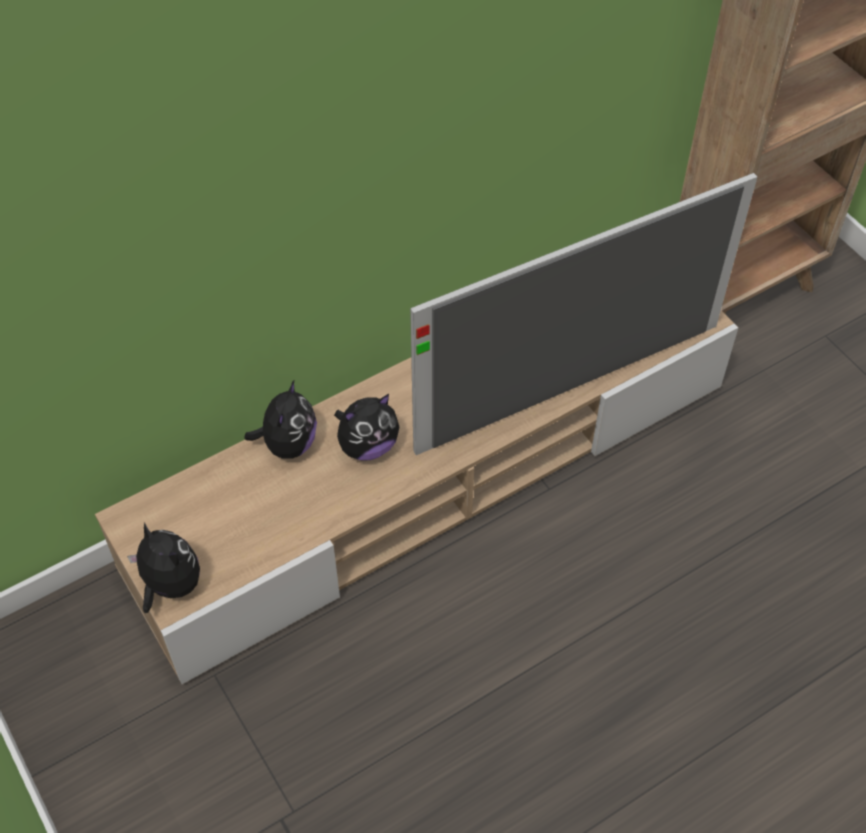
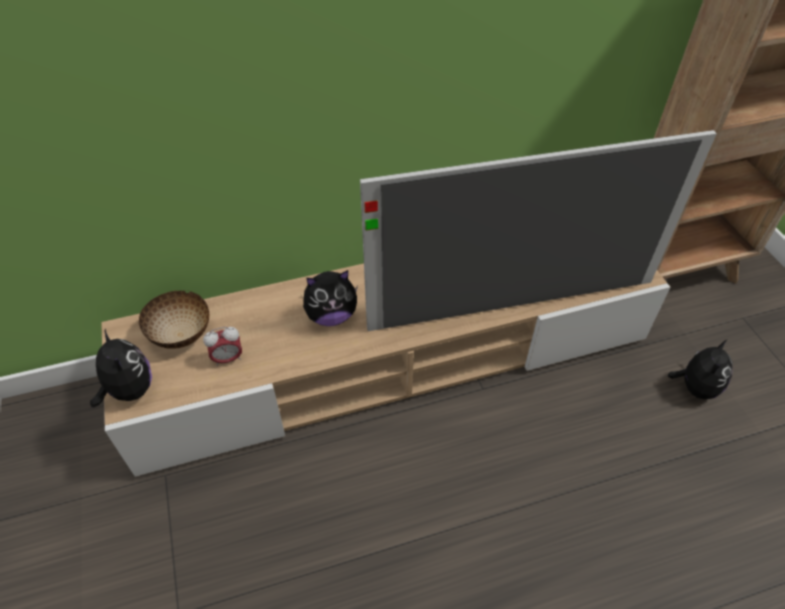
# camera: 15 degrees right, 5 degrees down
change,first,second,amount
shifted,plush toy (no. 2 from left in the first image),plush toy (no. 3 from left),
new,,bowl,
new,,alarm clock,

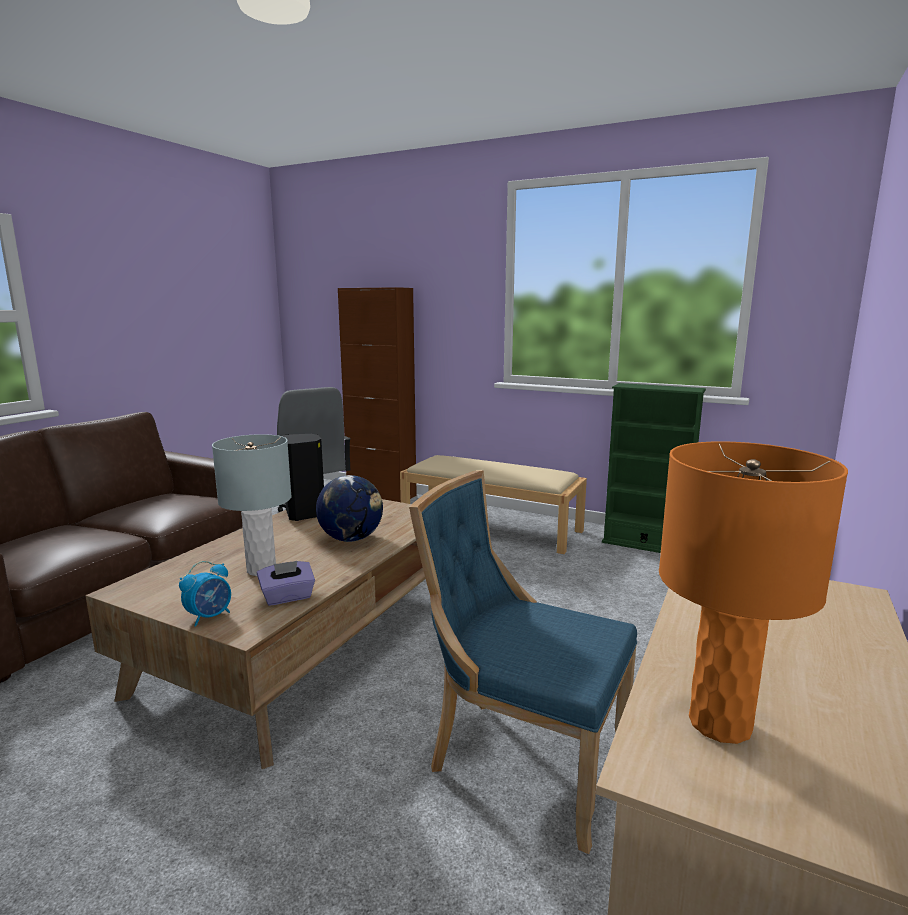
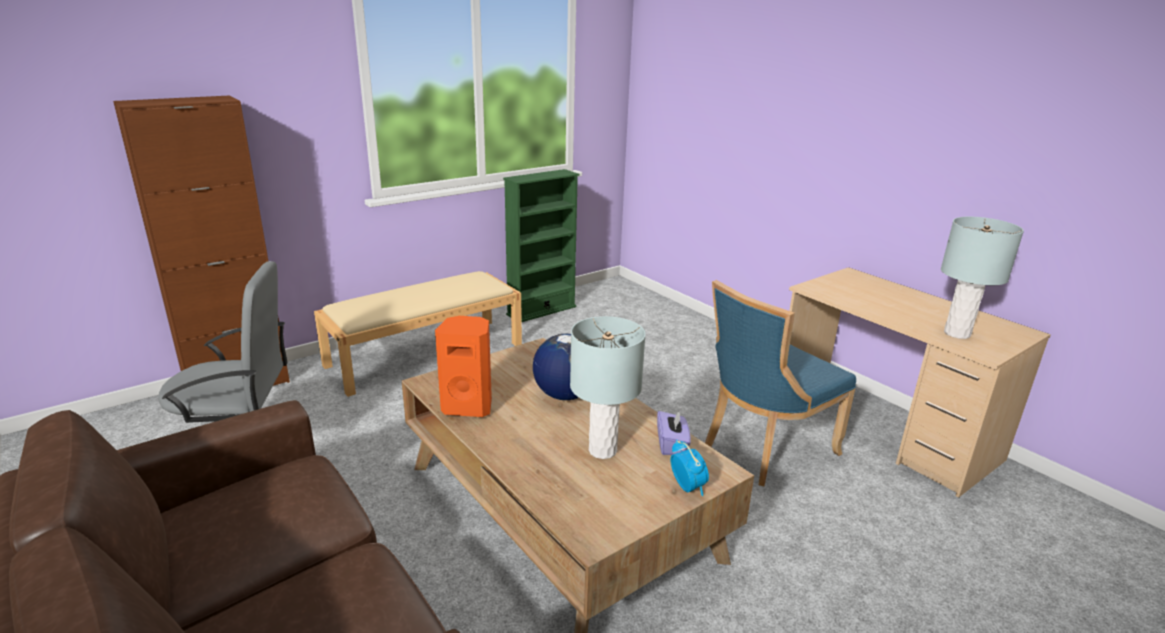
# camera: 65 degrees left, 10 degrees up
change,first,second,amount
repainted,speaker (black),speaker (orange),
repainted,table lamp (orange),table lamp (grey) (no. 2 from left),

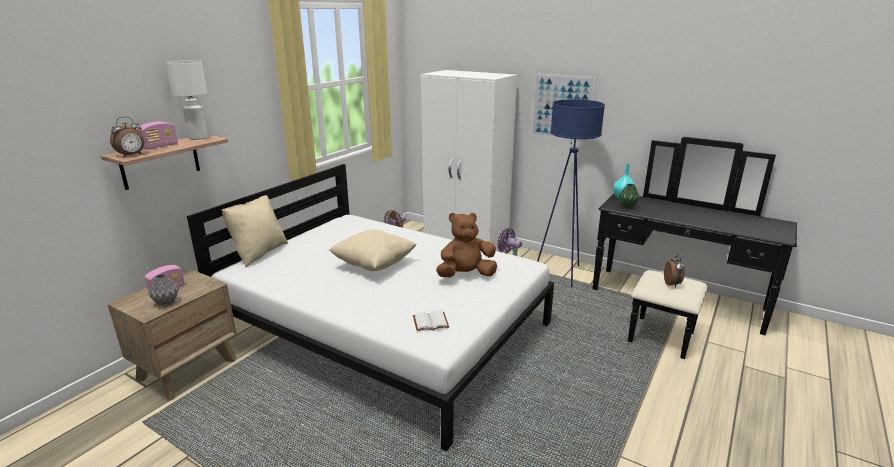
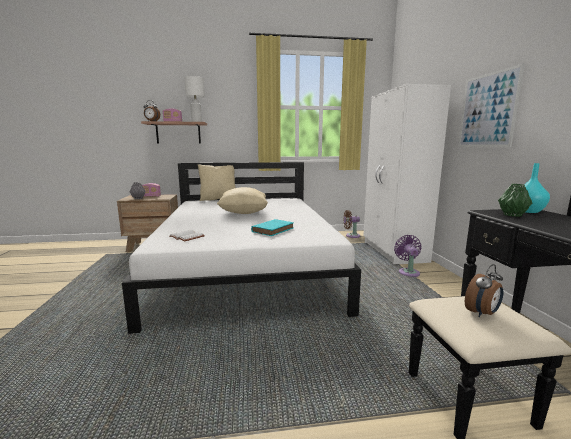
# camera: 50 degrees right, 10 degrees down
change,first,second,amount
gone,floor lamp (blue),,
swapped,plush toy (brown),book (turquoise),

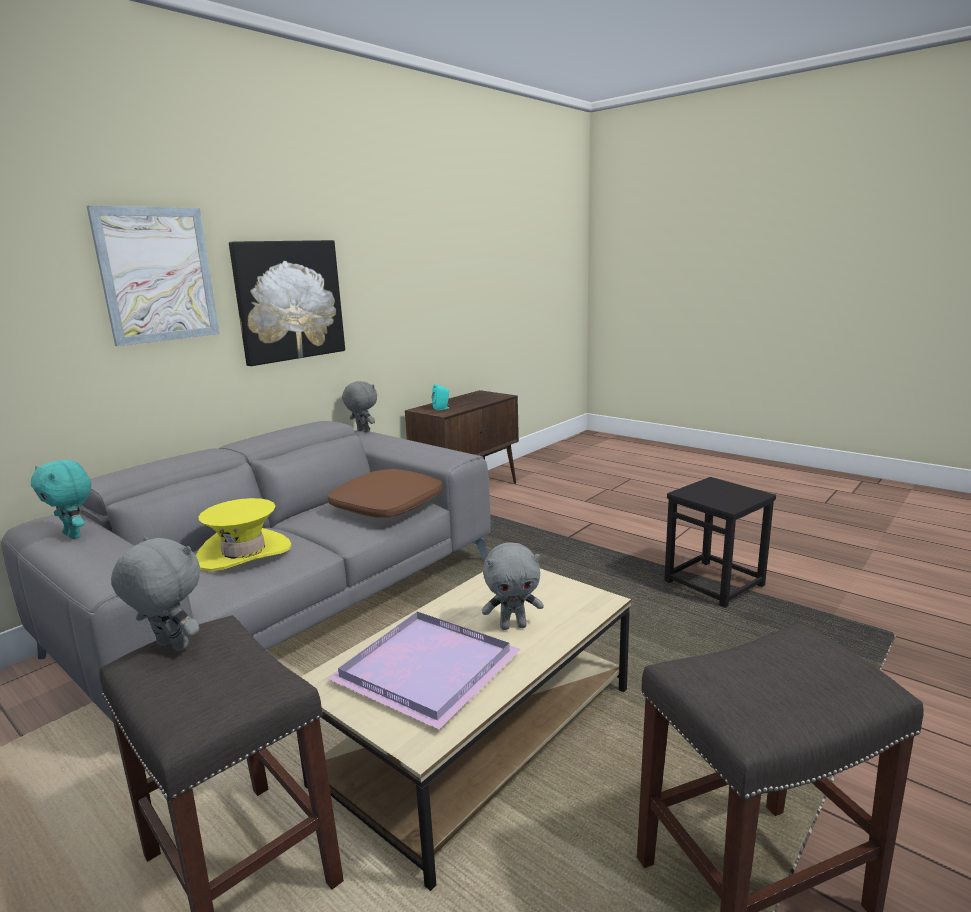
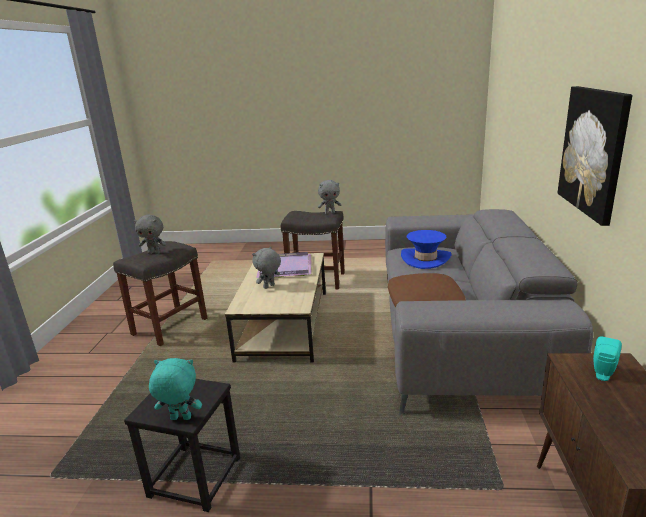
# camera: 145 degrees right, 5 degrees up
change,first,second,amount
gone,picture (no. 1 from left),,
shifted,plush toy (grey) (no. 2 from left in the first image),plush toy (grey) (no. 1 from left),
shifted,plush toy (turquoise),,
repainted,hat (yellow),hat (blue),

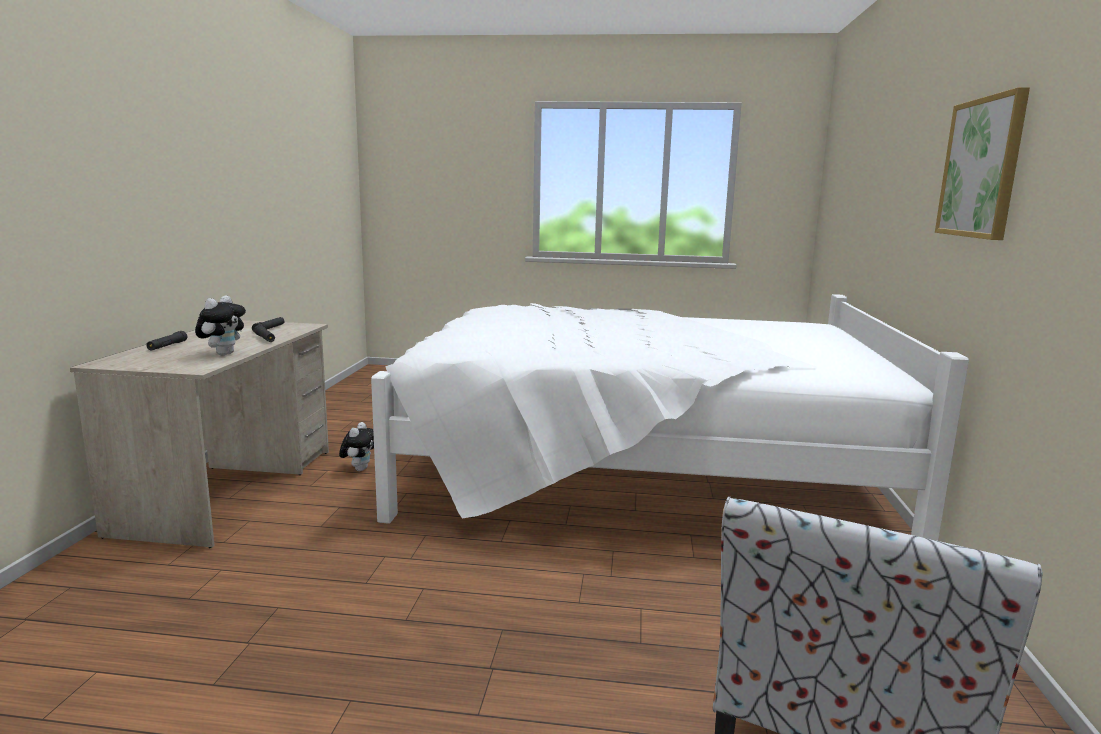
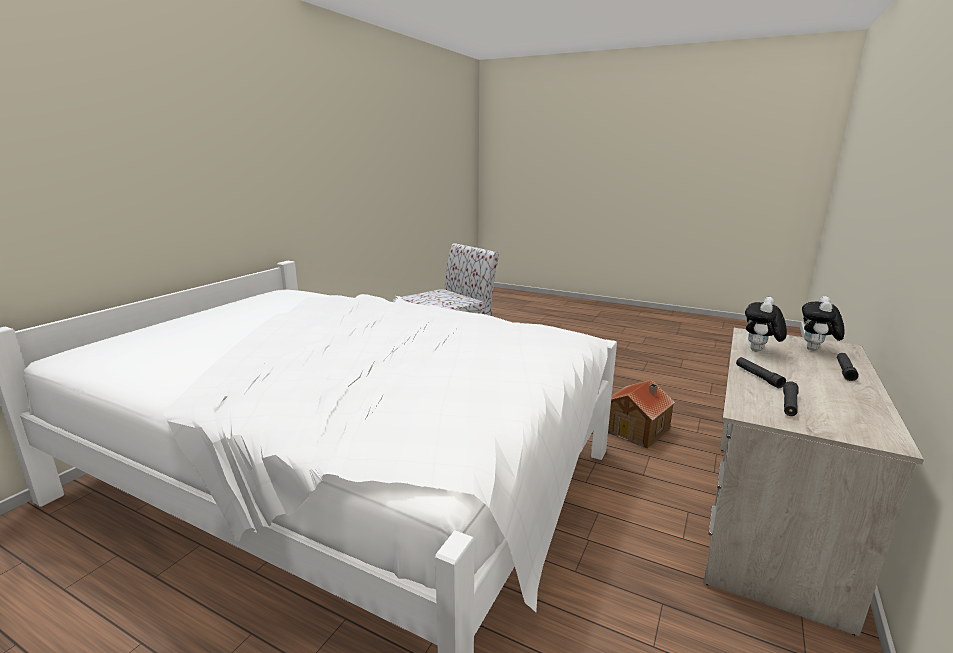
# camera: 160 degrees left, 5 degrees up
change,first,second,amount
gone,picture,,
shifted,plush toy (no. 2 from left),,
new,,toy house,

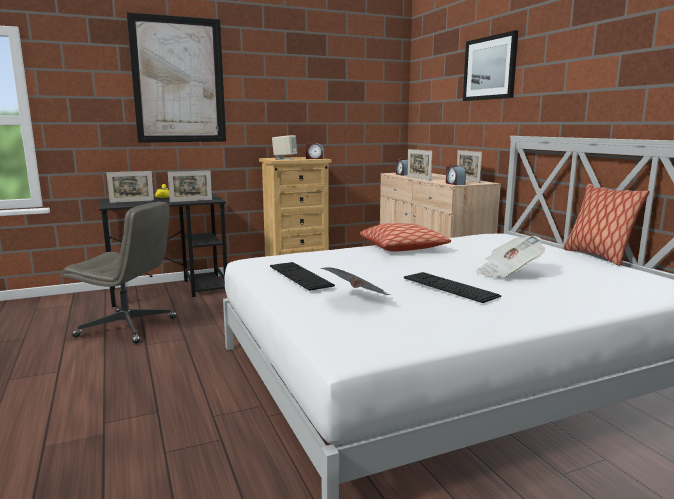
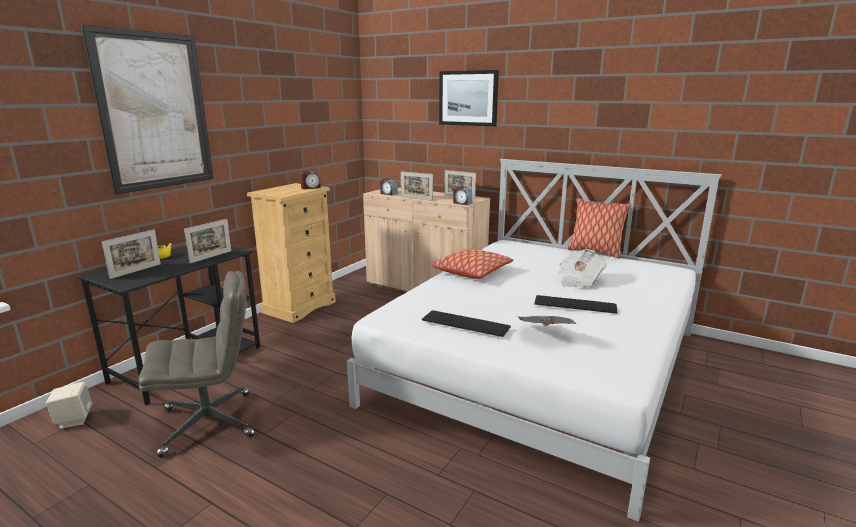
# camera: 35 degrees left, 5 degrees up
change,first,second,amount
shifted,speaker (beige),,

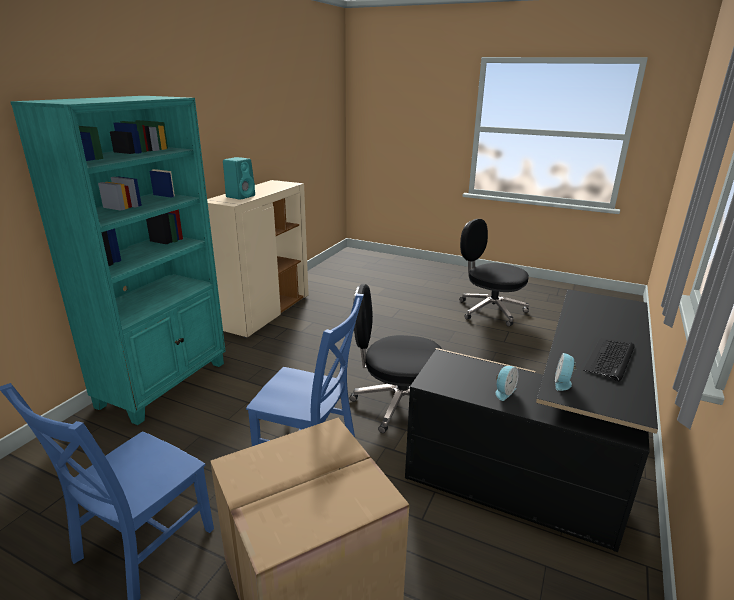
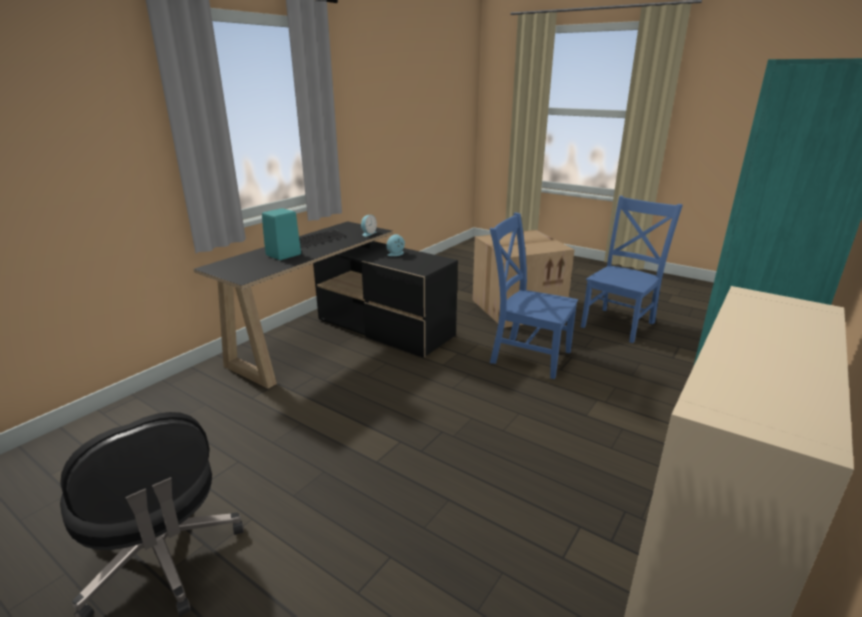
# camera: 170 degrees left, 0 degrees up
change,first,second,amount
shifted,speaker (turquoise),,
gone,office chair (black) (no. 1 from left),,

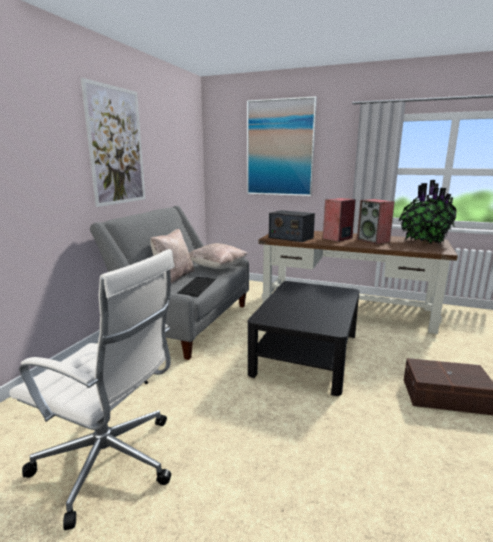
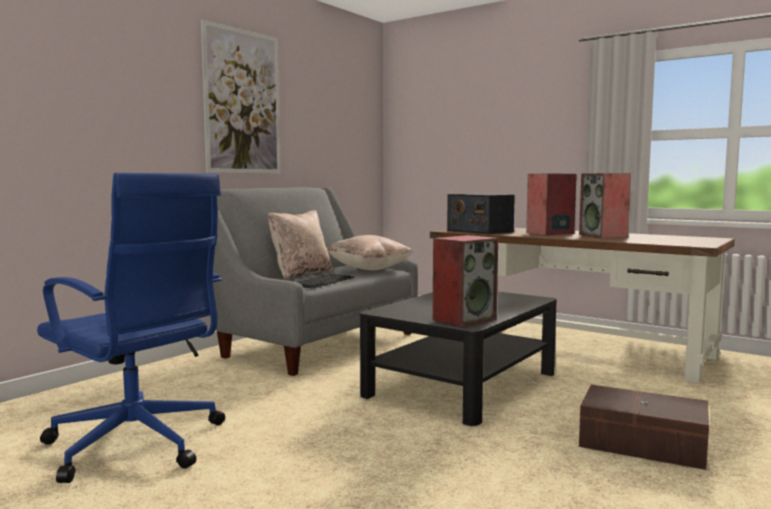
# camera: 15 degrees right, 10 degrees down
change,first,second,amount
gone,picture (no. 2 from left),,
gone,potted plant,,
repainted,office chair (white),office chair (blue),
new,,speaker (no. 1 from left),

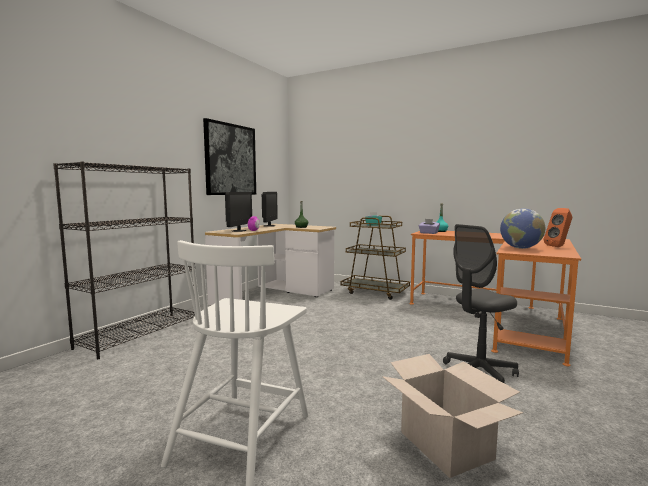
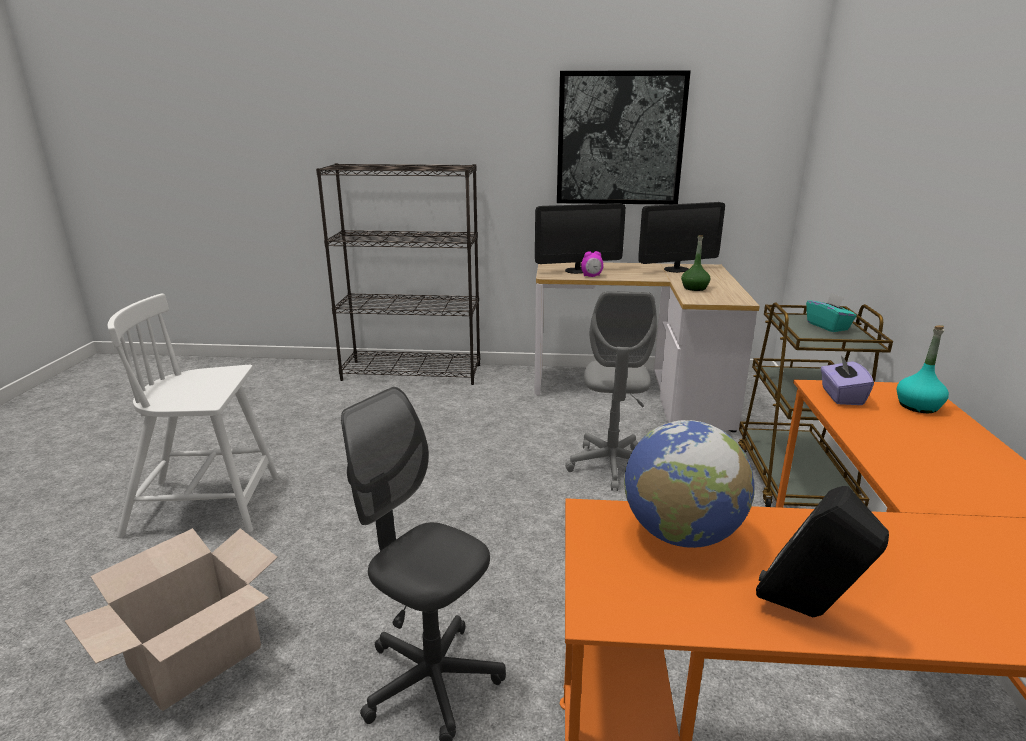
# camera: 65 degrees right, 15 degrees up
change,first,second,amount
repainted,speaker (orange),speaker (black),
new,,office chair (grey) (no. 2 from left),

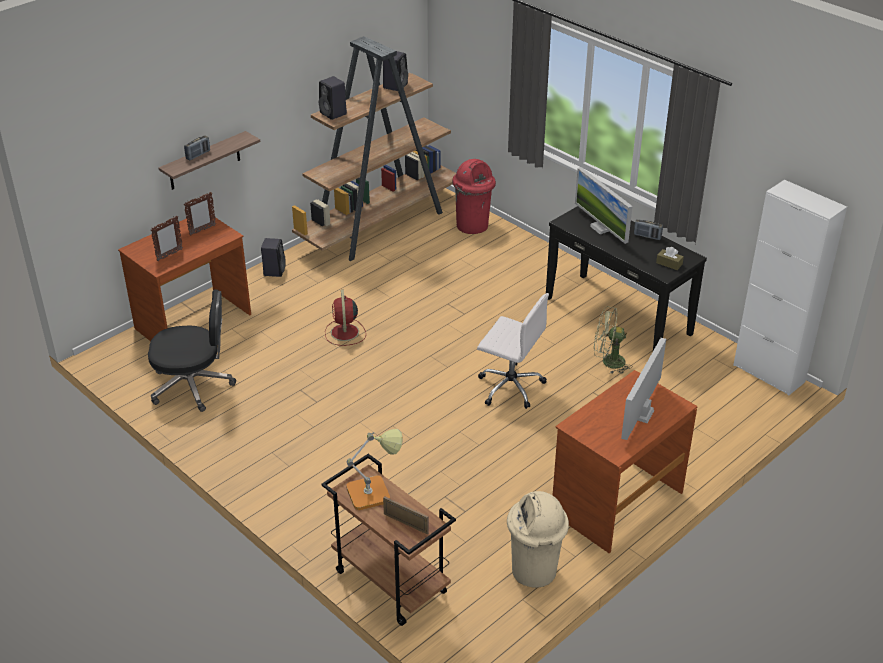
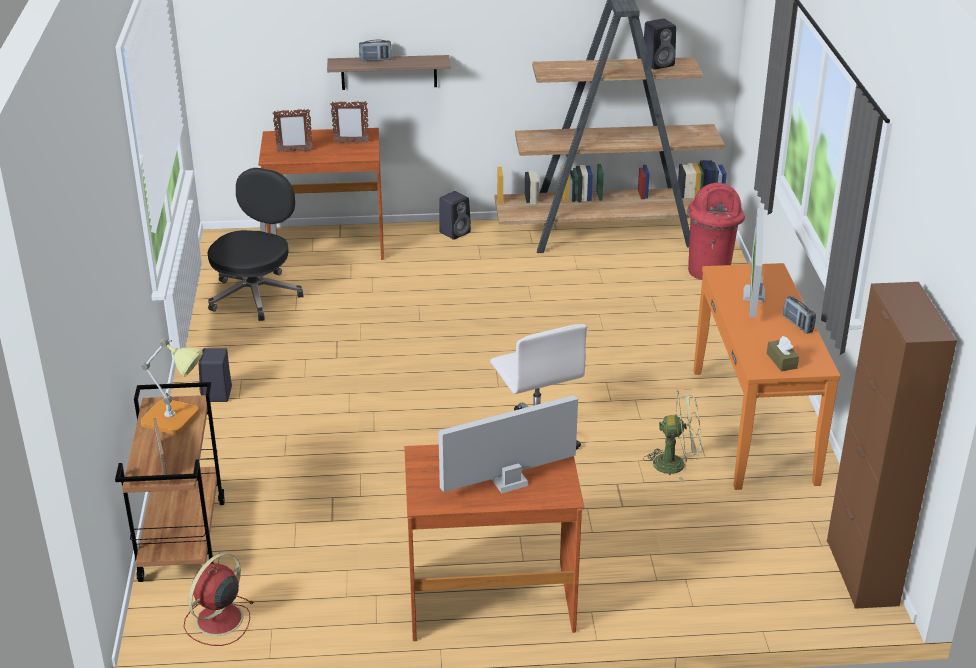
# camera: 40 degrees right, 5 degrees down
change,first,second,amount
shifted,speaker (black) (no. 2 from left in the first image),speaker (black) (no. 1 from left),
repainted,cabinet (white),cabinet (brown),
repainted,console table (black),console table (orange),
rotated,office chair (black),,105 degrees counterclockwise
shifted,fan (red),,
rotated,fan (green),,135 degrees clockwise
gone,trash can (beige),,

